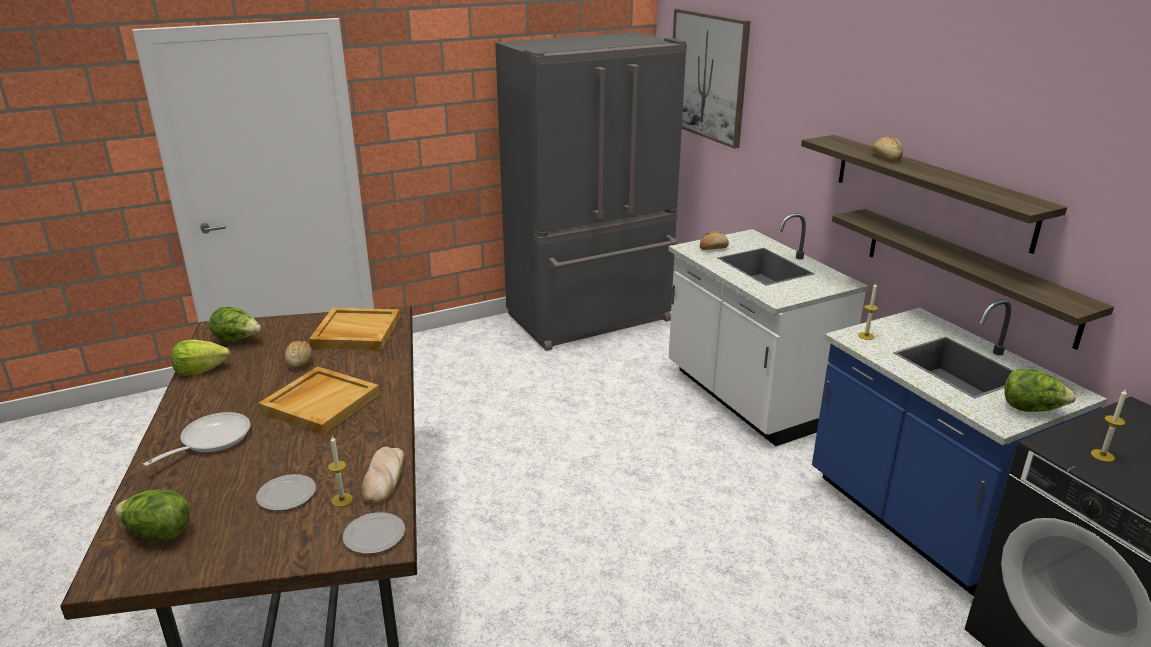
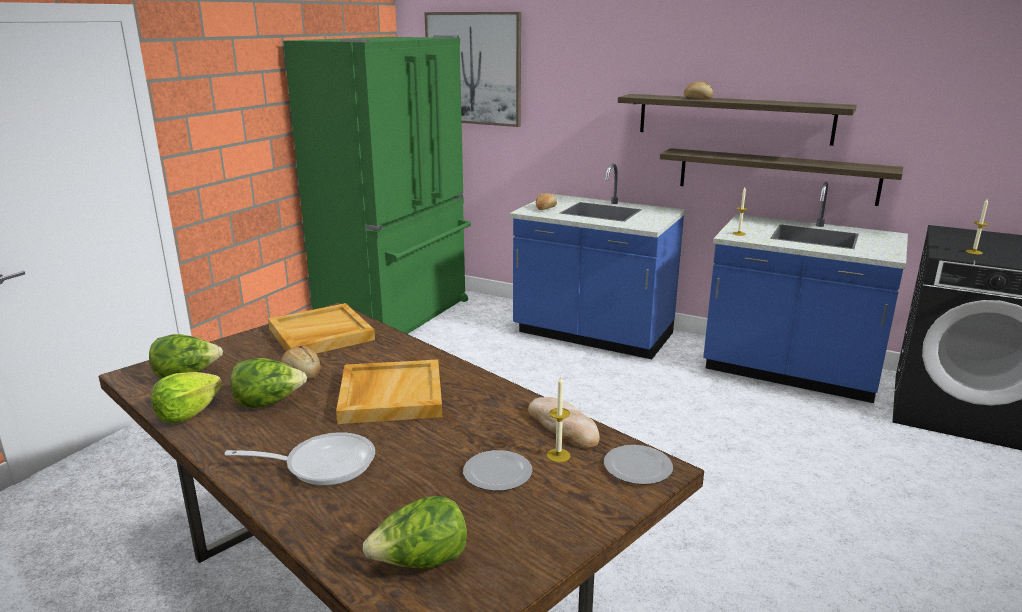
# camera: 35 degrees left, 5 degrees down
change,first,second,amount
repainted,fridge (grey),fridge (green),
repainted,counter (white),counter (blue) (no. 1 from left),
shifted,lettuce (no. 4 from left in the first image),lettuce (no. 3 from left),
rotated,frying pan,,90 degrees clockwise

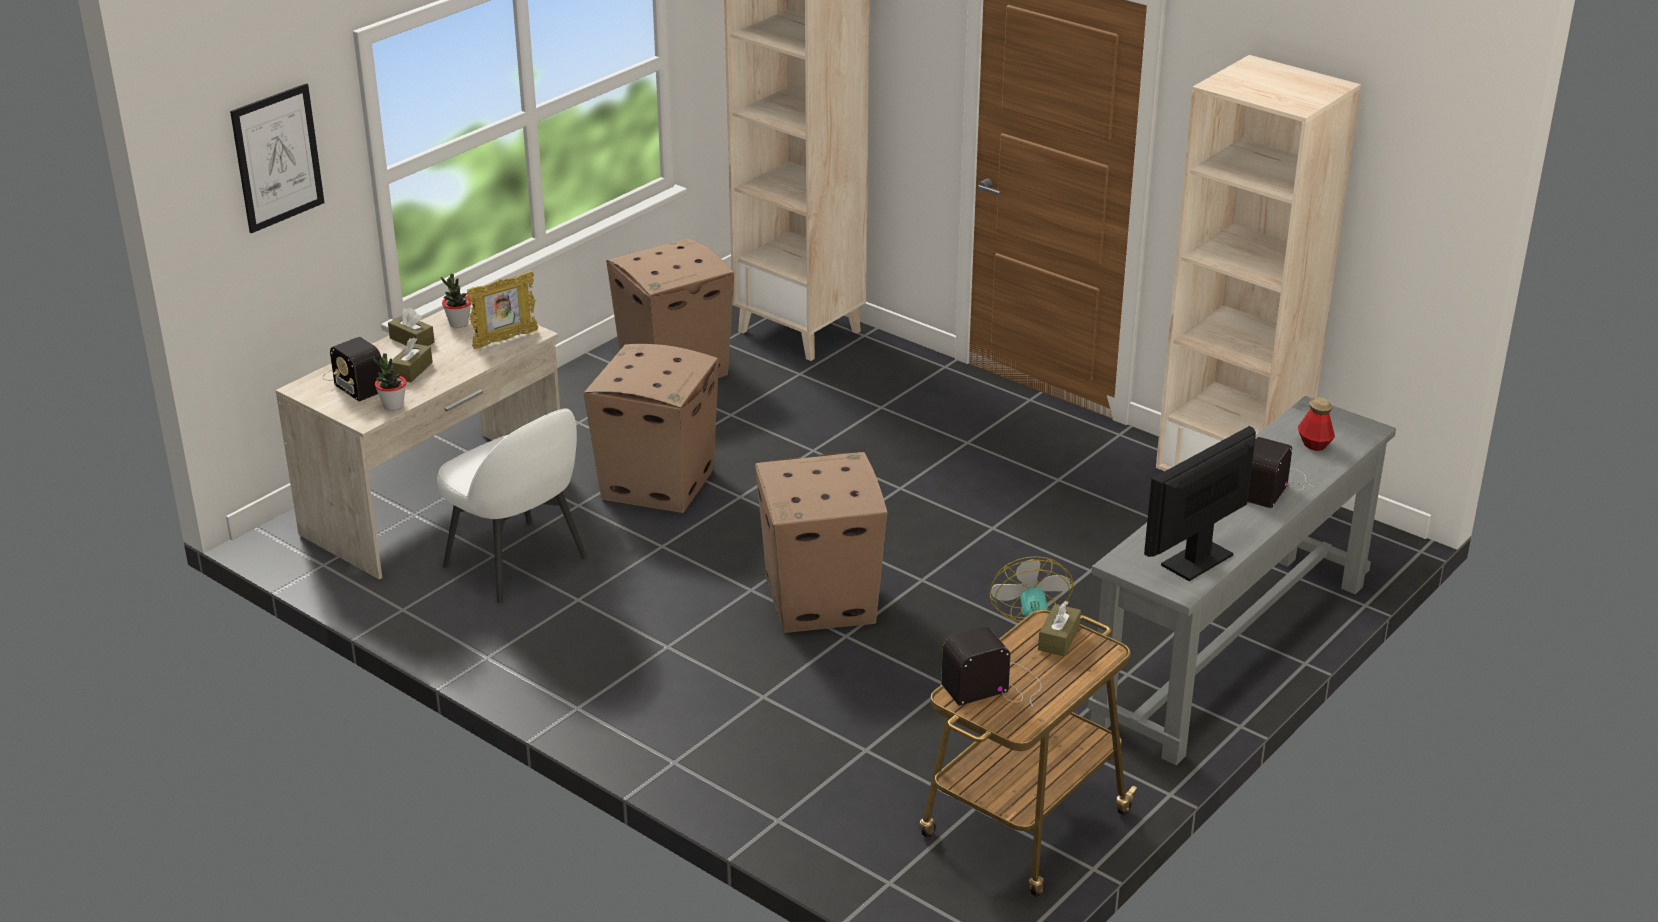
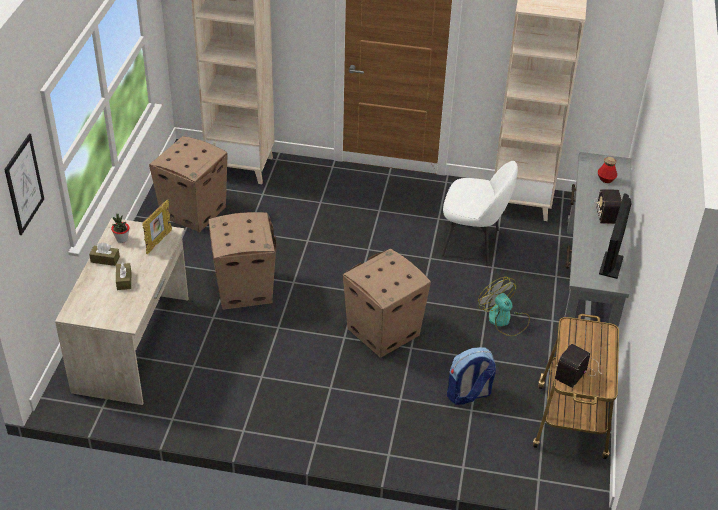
# camera: 30 degrees left, 10 degrees up
change,first,second,amount
gone,radio (no. 1 from left),,
gone,potted plant (no. 1 from left),,
shifted,chair (white),,
gone,tissue box (brown) (no. 3 from left),,
new,,backpack,

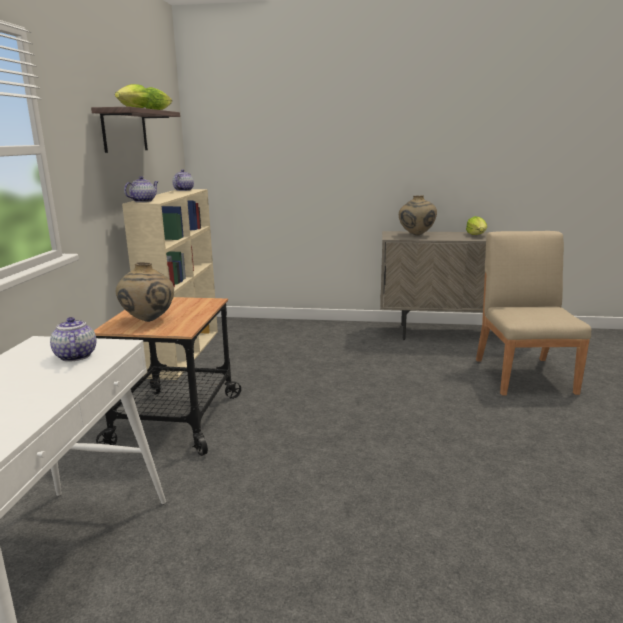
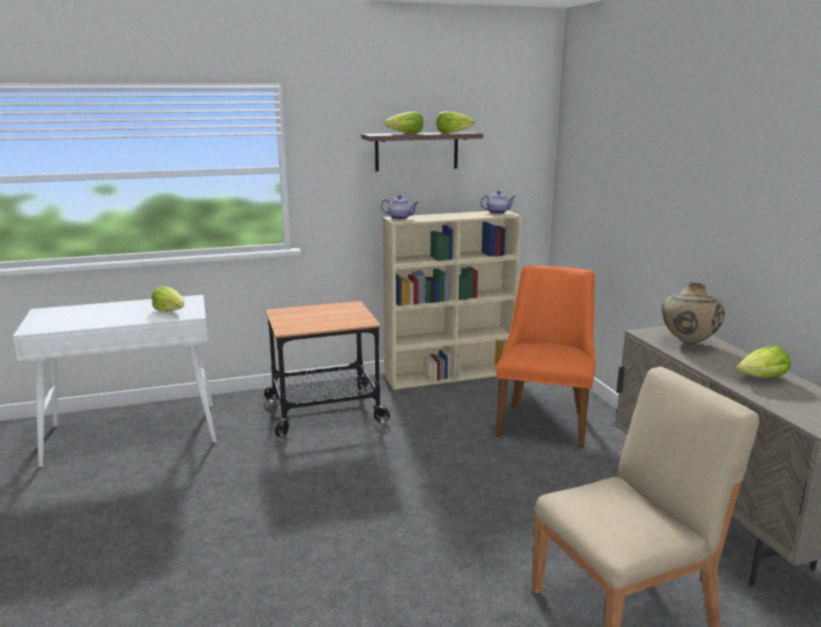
# camera: 65 degrees right, 0 degrees up
change,first,second,amount
gone,vase (beige) (no. 1 from left),,
swapped,teapot (no. 1 from left),lettuce (no. 1 from left),
new,,chair (orange),

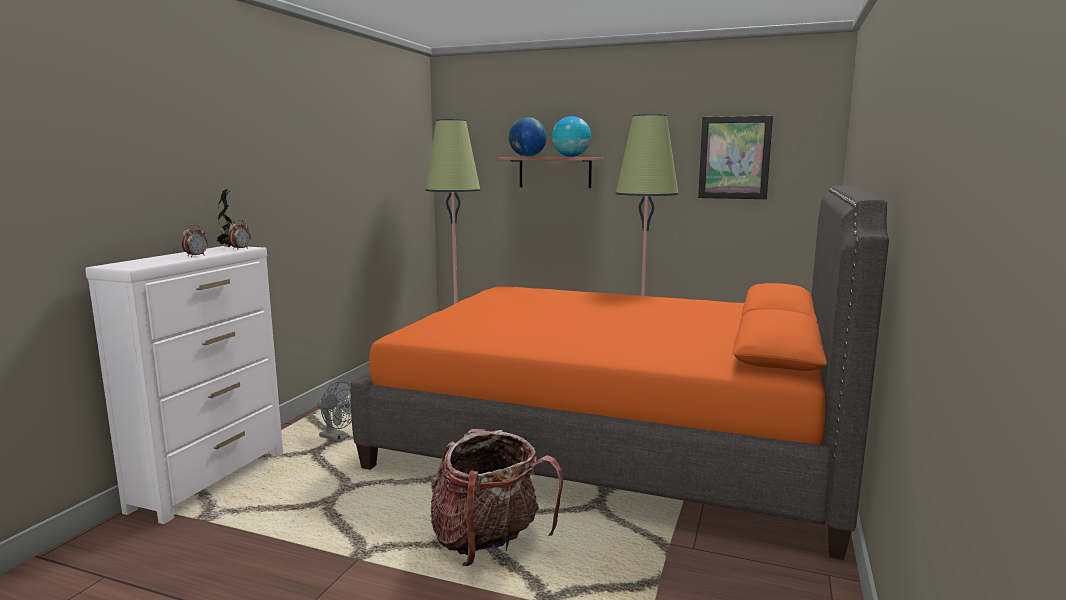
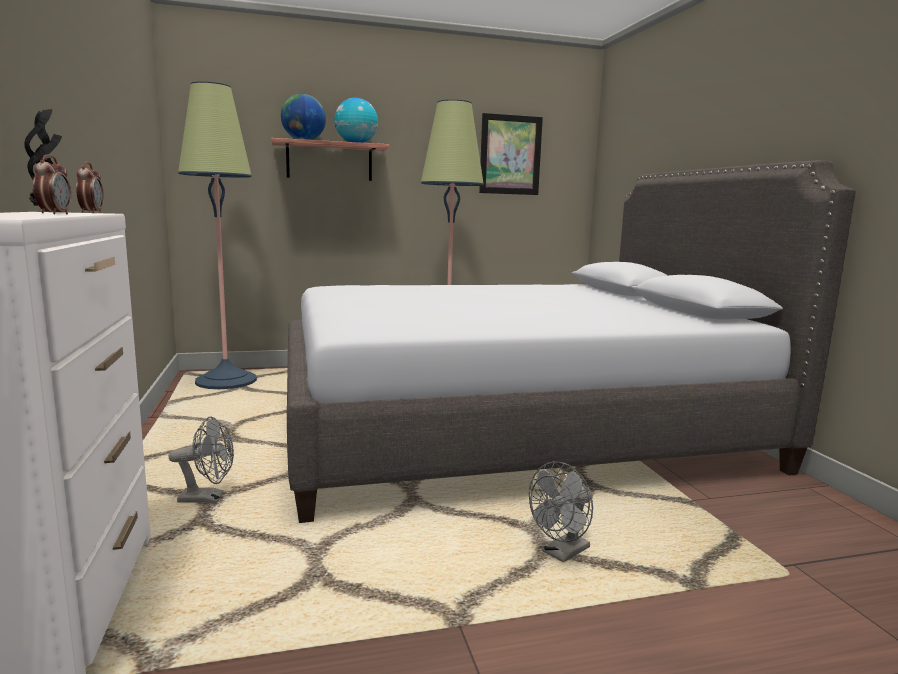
# camera: 35 degrees left, 0 degrees up
change,first,second,amount
repainted,bed (orange),bed (grey),
swapped,backpack,fan (grey) (no. 2 from left),

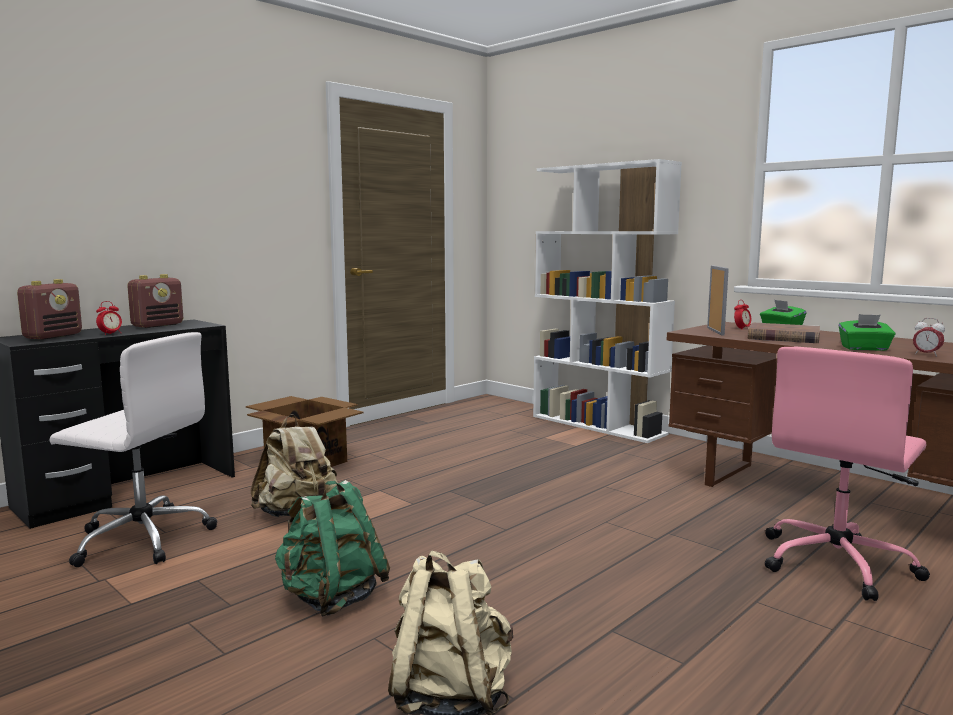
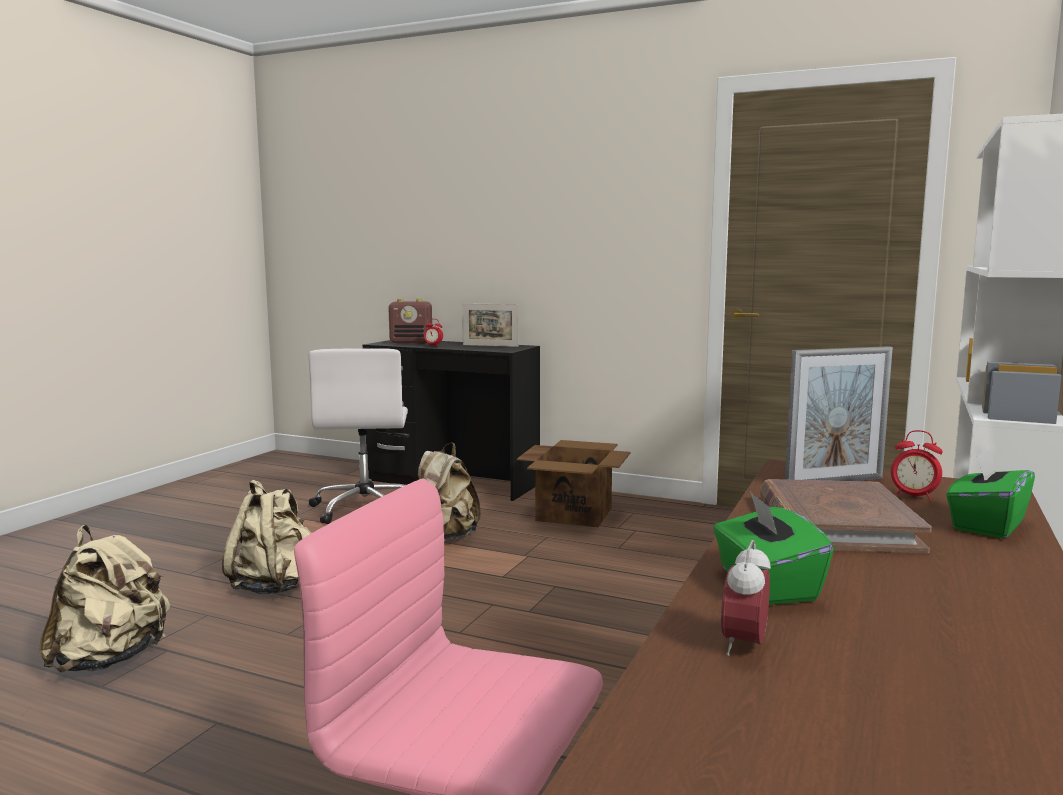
# camera: 70 degrees right, 0 degrees up
change,first,second,amount
swapped,radio (no. 2 from left),picture frame (no. 1 from left),
repainted,backpack (green),backpack (beige) (no. 2 from left),

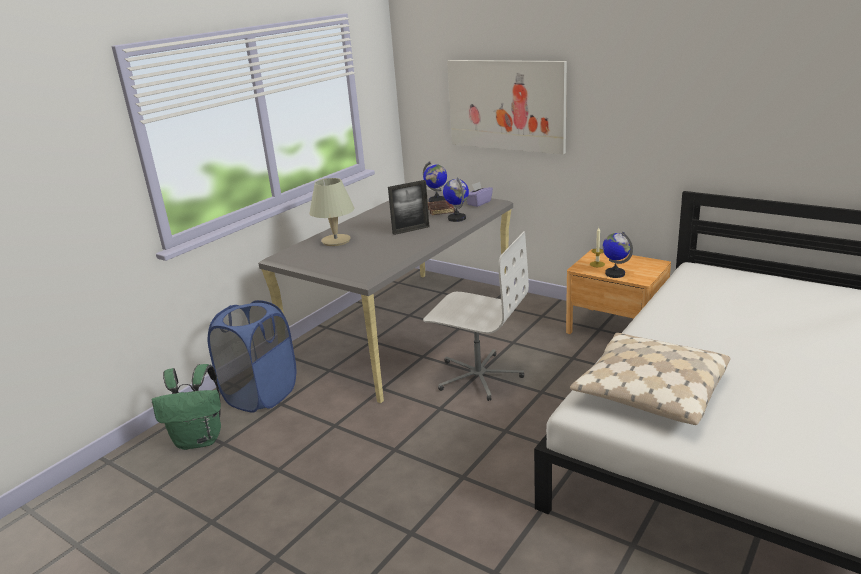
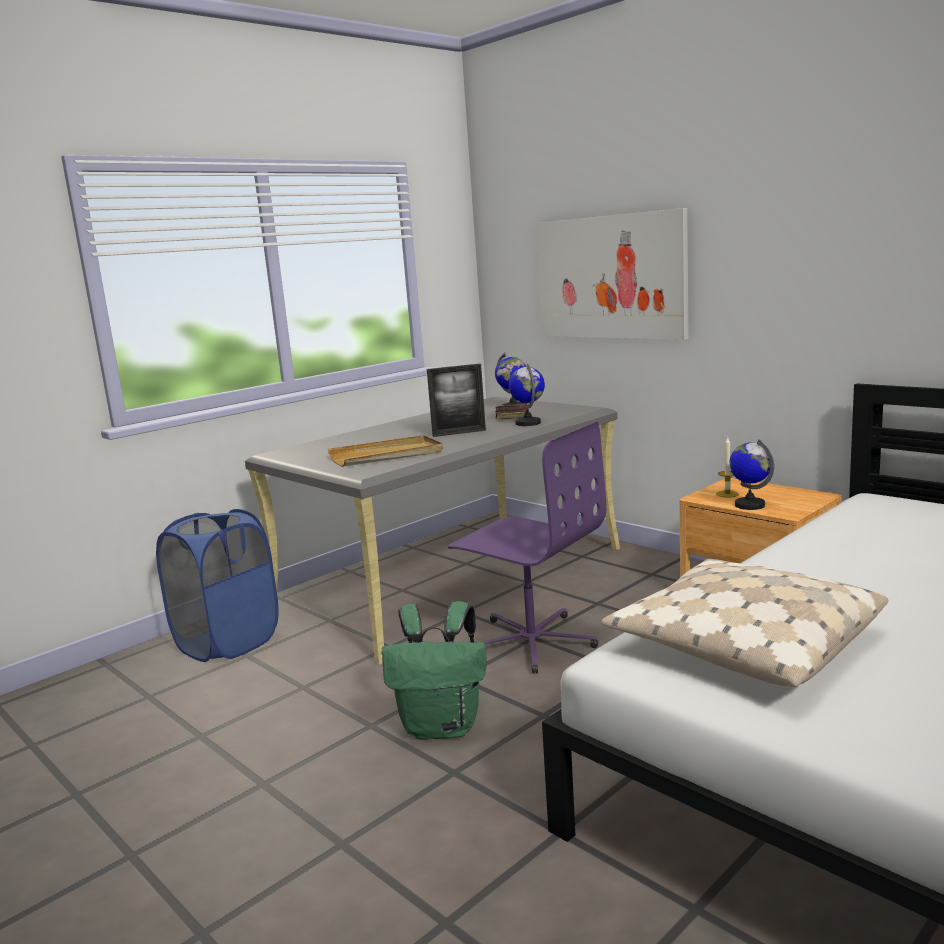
# camera: 10 degrees right, 10 degrees down
change,first,second,amount
gone,table lamp (beige),,
gone,tissue box (purple),,
repainted,office chair (white),office chair (purple),
shifted,backpack (green),,
new,,tray (beige),

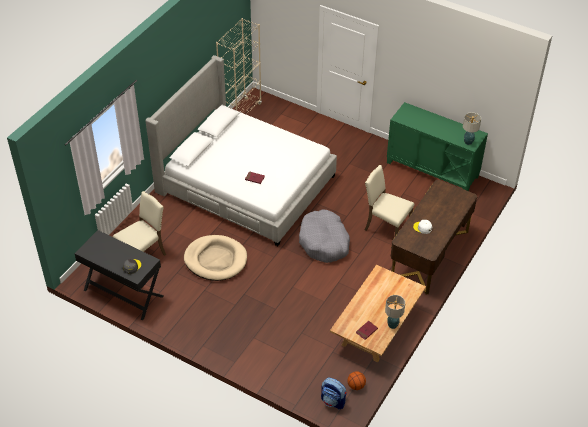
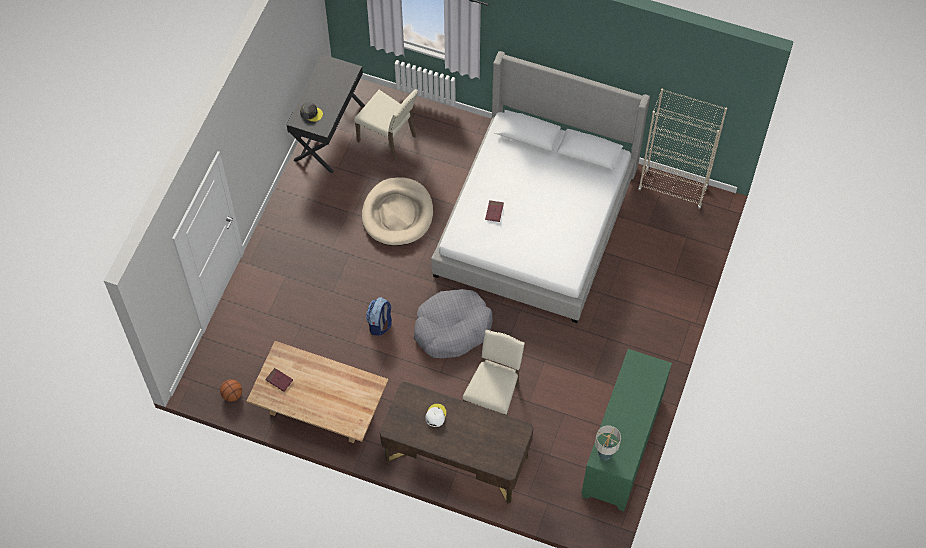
# camera: 80 degrees right, 15 degrees up
change,first,second,amount
gone,table lamp (no. 1 from left),,
shifted,backpack,,

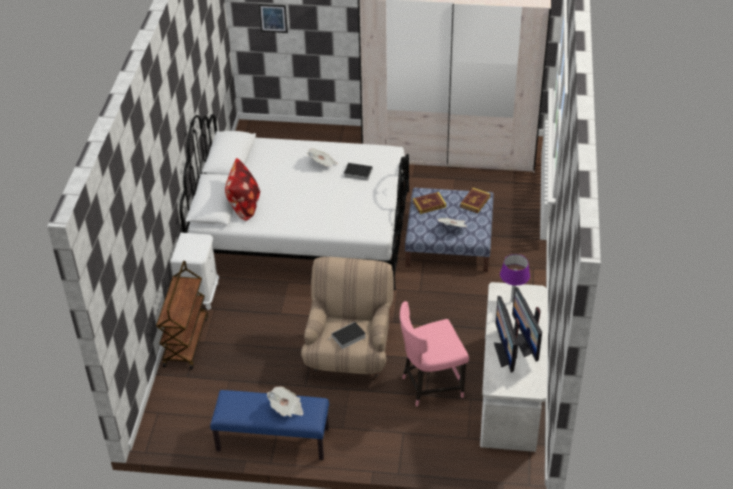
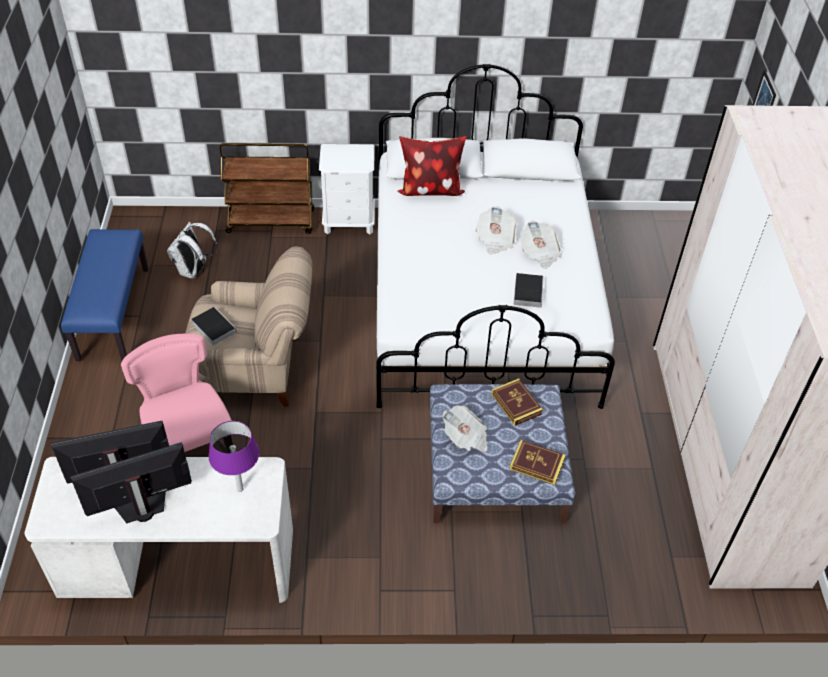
# camera: 80 degrees right, 5 degrees up
change,first,second,amount
shifted,newspaper (no. 1 from left in the first image),newspaper (no. 2 from left),
new,,backpack (white),

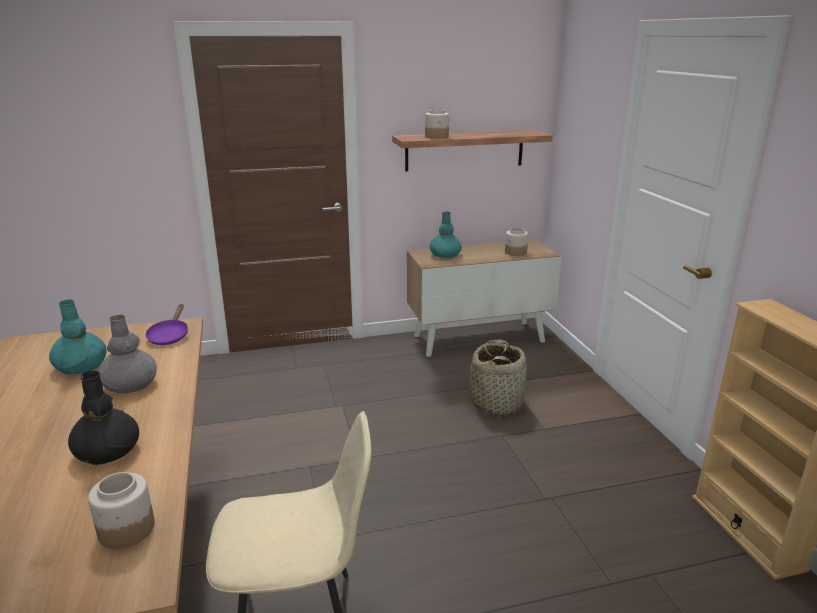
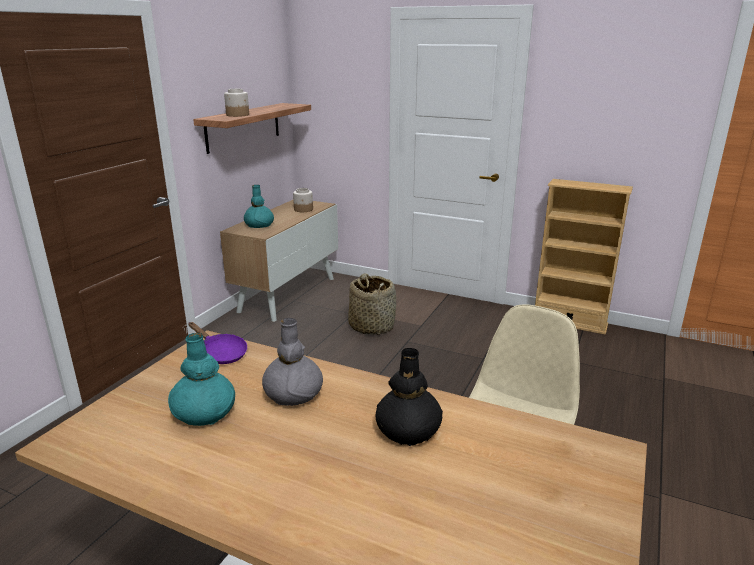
# camera: 50 degrees left, 0 degrees up
change,first,second,amount
gone,jar (no. 1 from left),,

